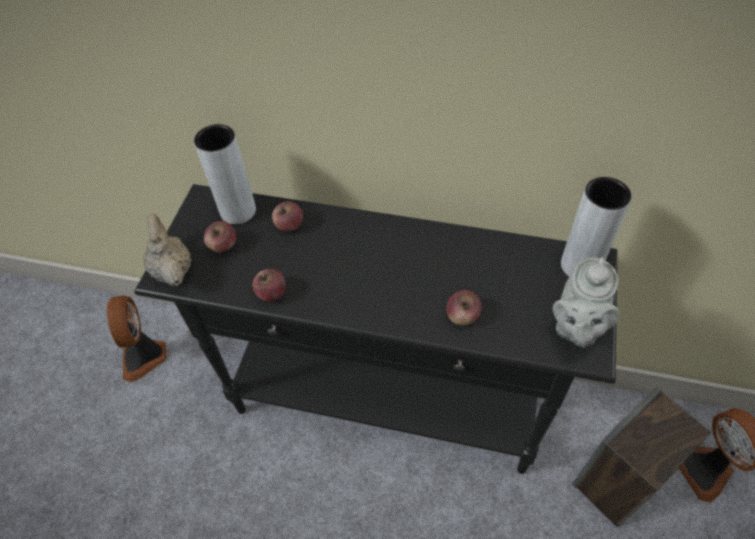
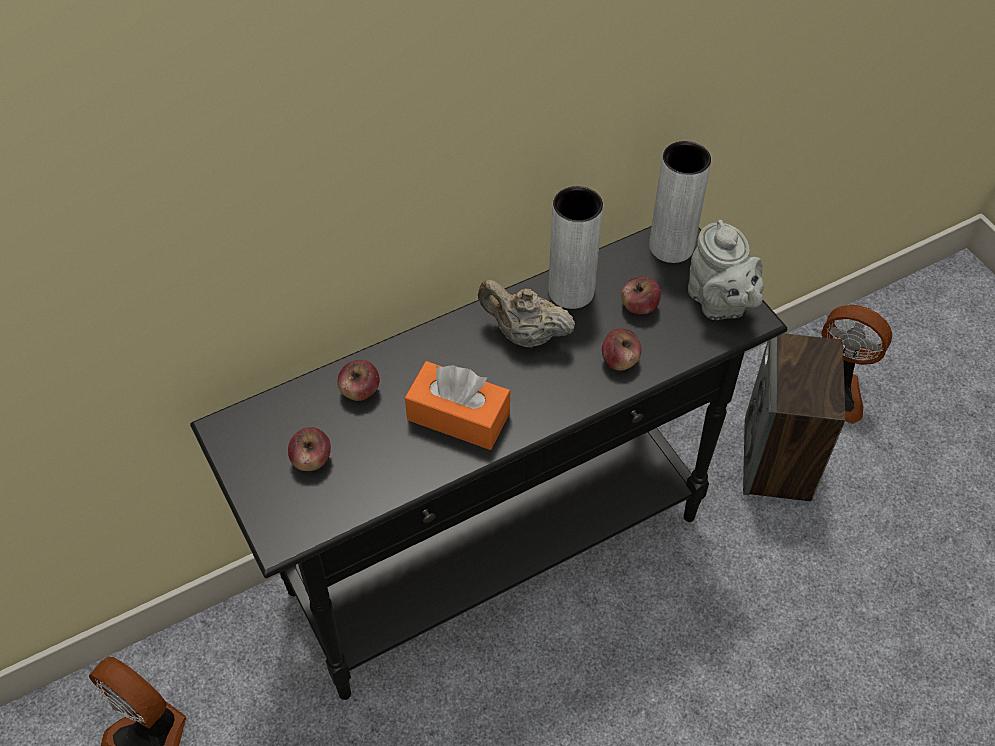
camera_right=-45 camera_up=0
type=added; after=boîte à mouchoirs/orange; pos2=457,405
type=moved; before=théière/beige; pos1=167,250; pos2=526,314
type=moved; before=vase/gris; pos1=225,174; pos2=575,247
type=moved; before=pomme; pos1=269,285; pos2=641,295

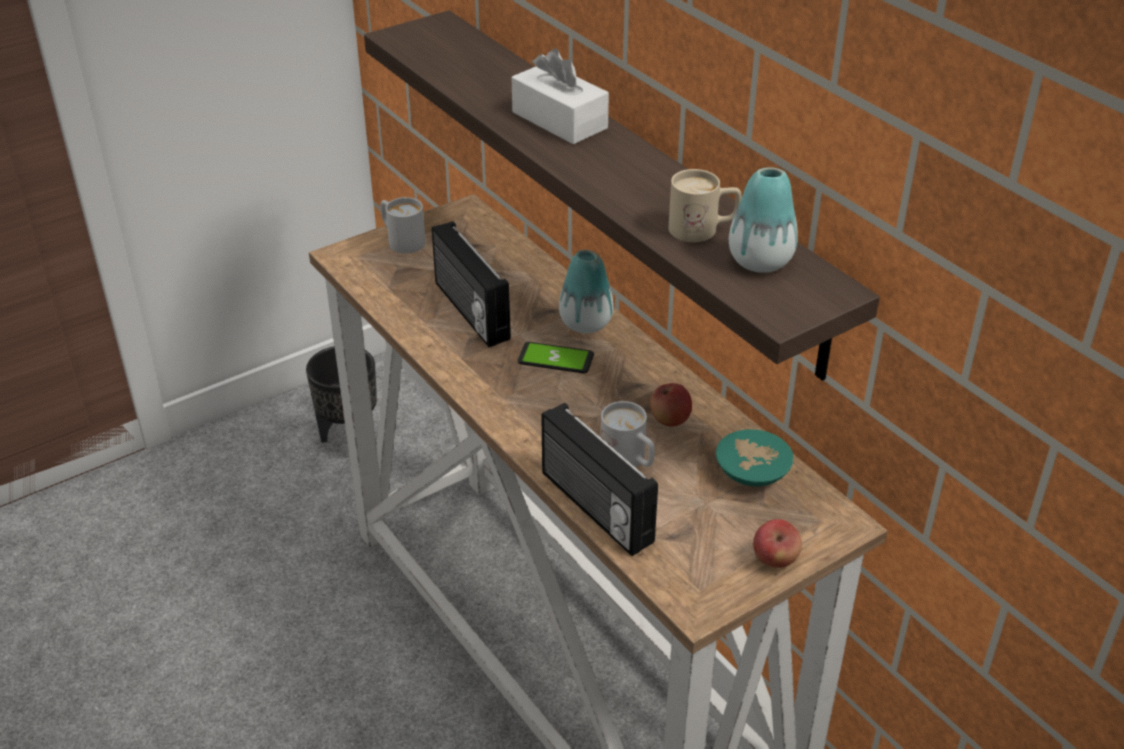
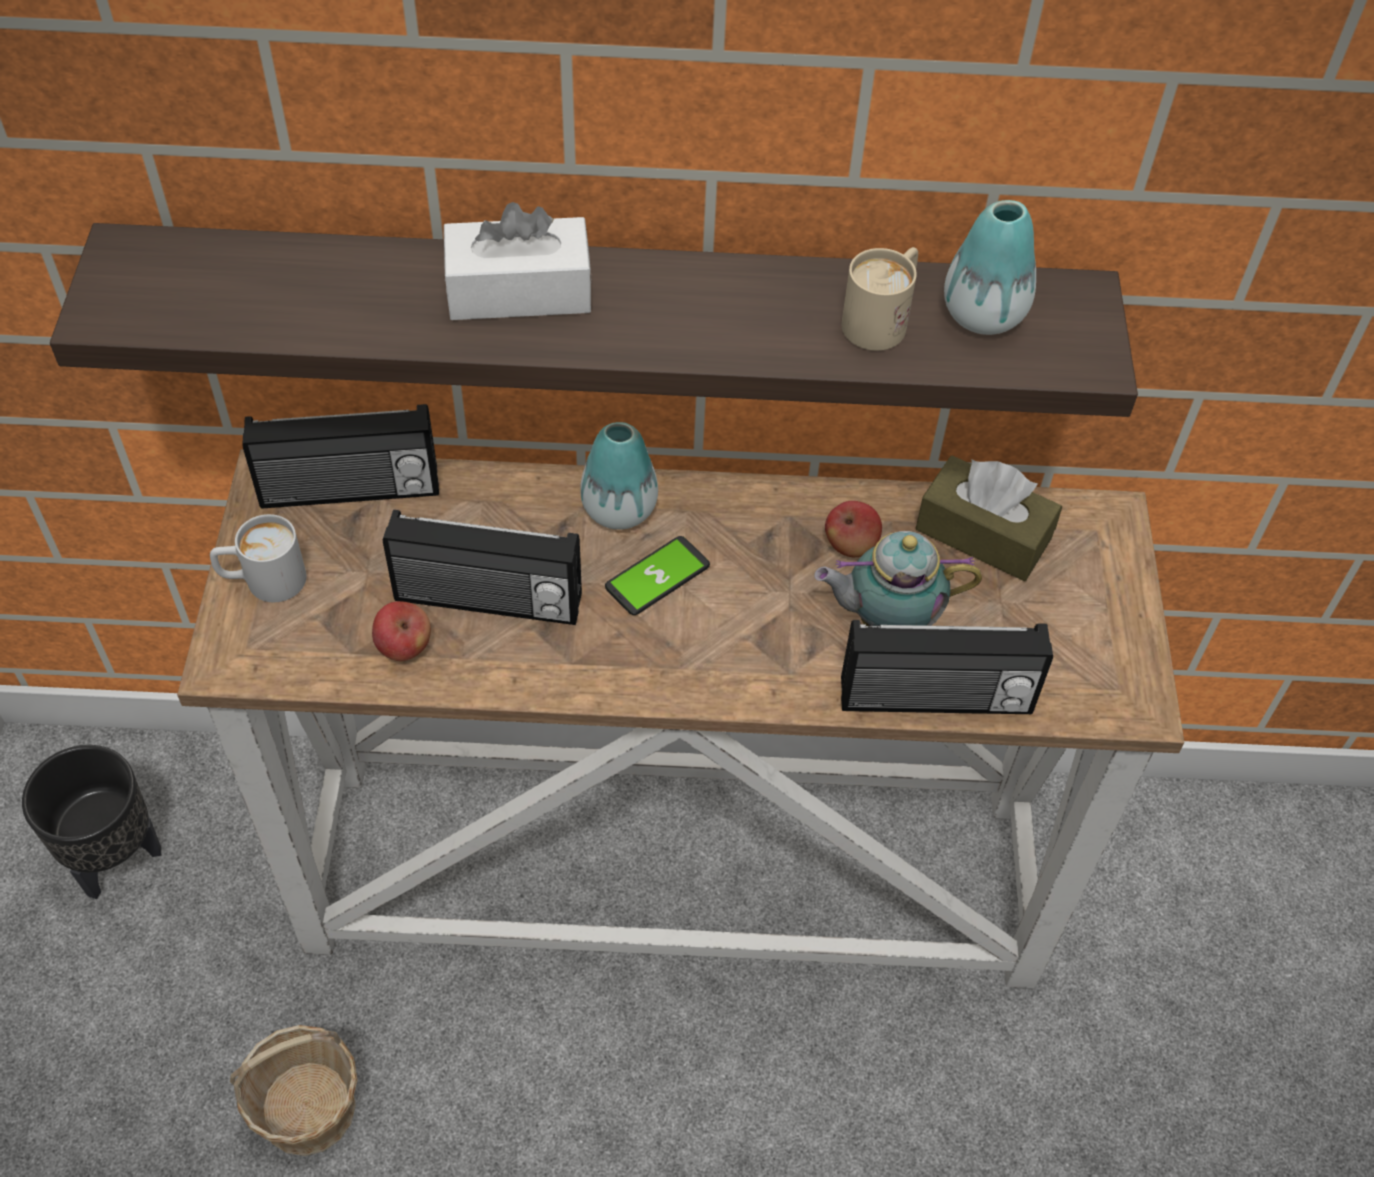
camera_right=-55 camera_up=15
type=added; after=panier; pos2=294,1090
type=added; after=radio; pos2=340,456
type=moved; before=pomme; pos1=777,543; pos2=401,631
type=replaced; before=mug/blanc; after=théière; pos1=628,434; pos2=898,579
type=replaced; before=bol/turquoise; after=boîte à mouchoirs/marron; pos1=755,458; pos2=989,518

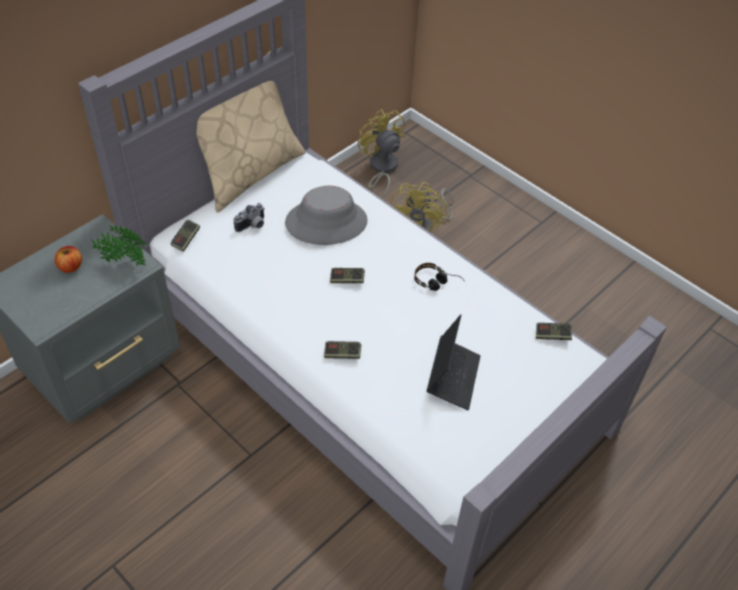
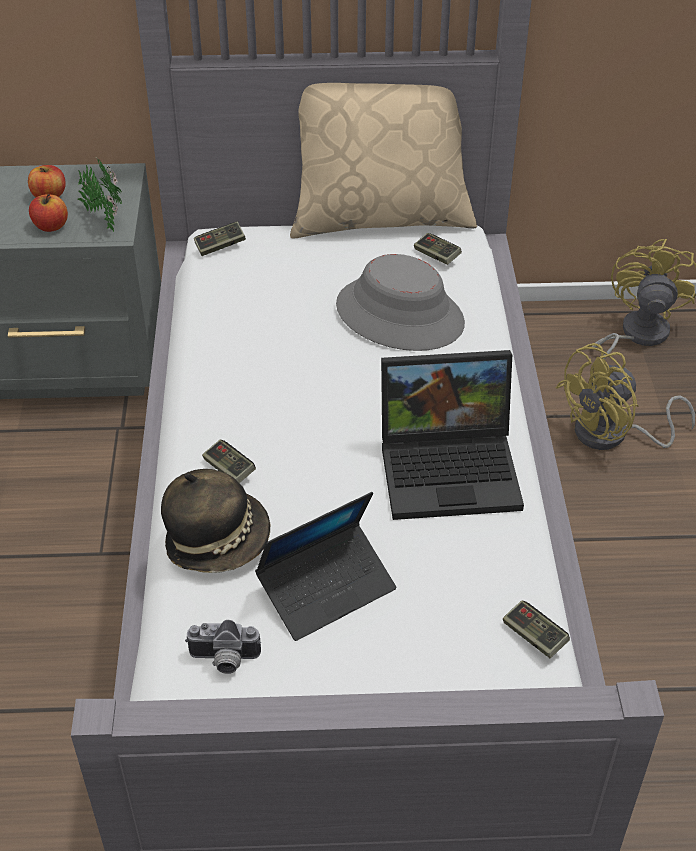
camera_right=45 camera_up=-5
type=added; after=pomme; pos2=48,213
type=added; after=chapeau; pos2=215,521
type=moved; before=appareil photo; pos1=249,217; pos2=223,647
type=replaced; before=casque audio; after=ordinateur portable; pos1=439,277; pos2=452,435
type=moved; before=manette; pos1=347,275; pos2=438,249

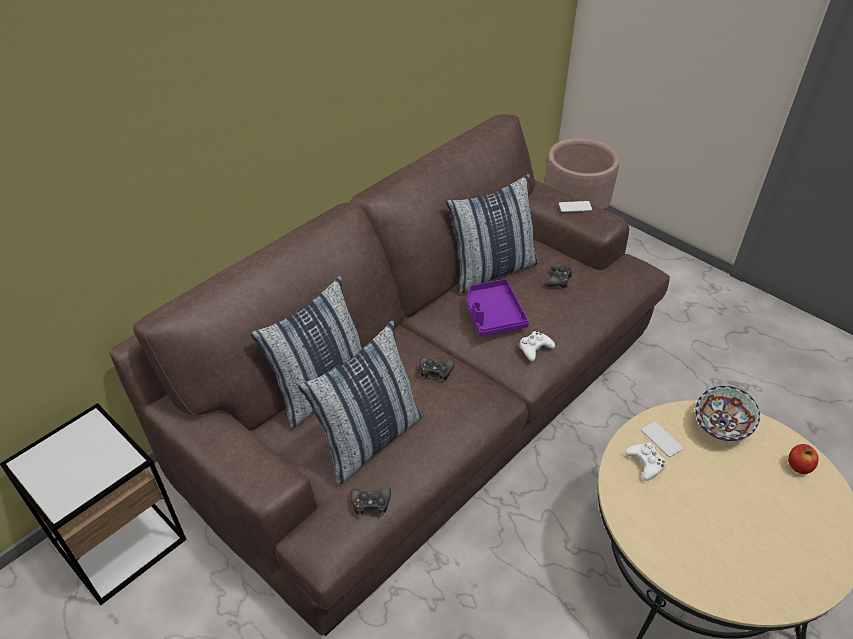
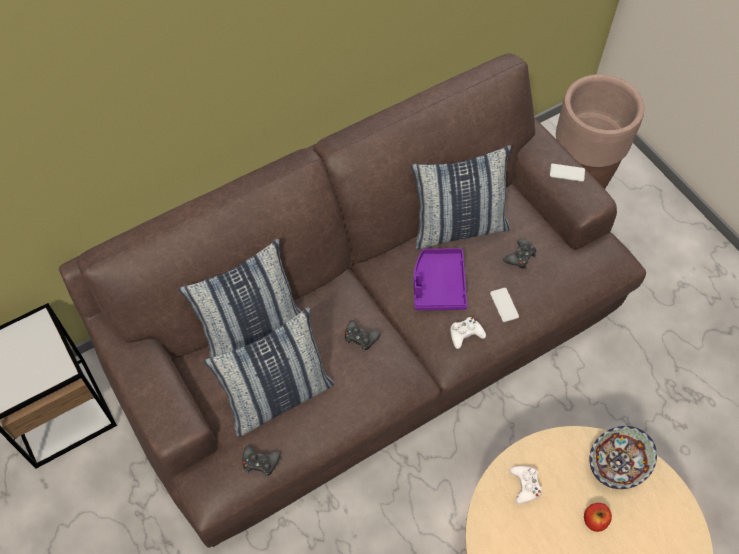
camera_right=15 camera_up=15
type=moved; before=téléphone; pos1=662,439; pos2=504,305
type=moved; before=pomme; pos1=803,459; pos2=598,517

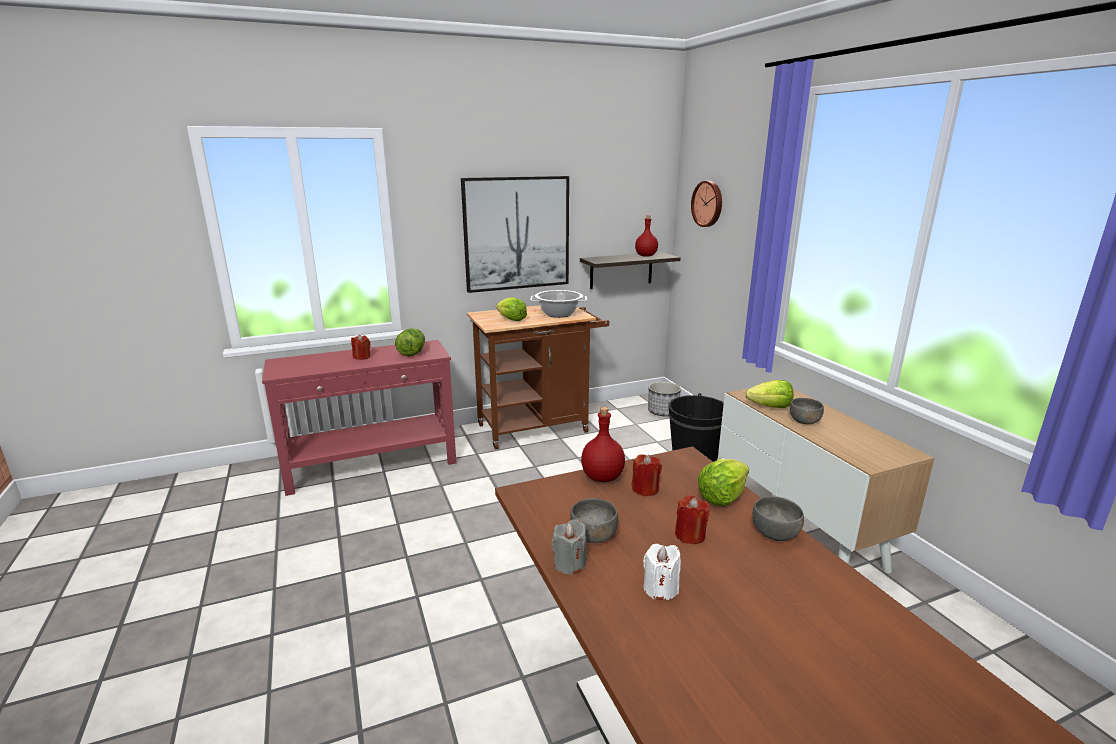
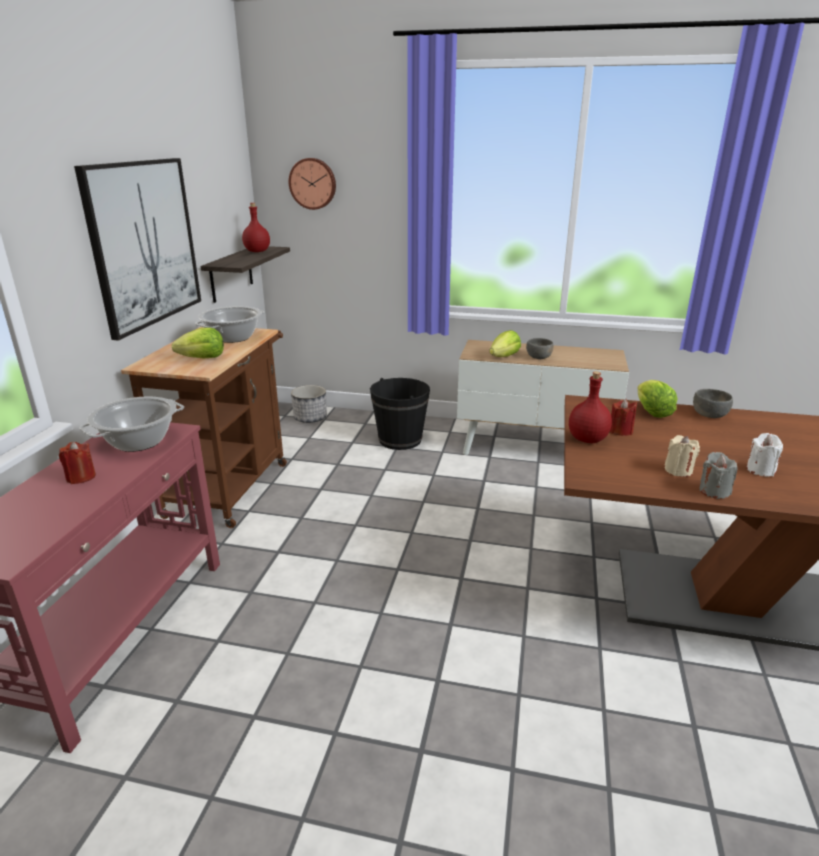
camera_right=-55 camera_up=5
type=replaced; before=laitue; after=marmite; pos1=410,342; pos2=131,424
type=replaced; before=bol/gris; after=bougie/beige; pos1=594,520; pos2=682,456
type=removed; before=bougie/rouge; pos1=692,519

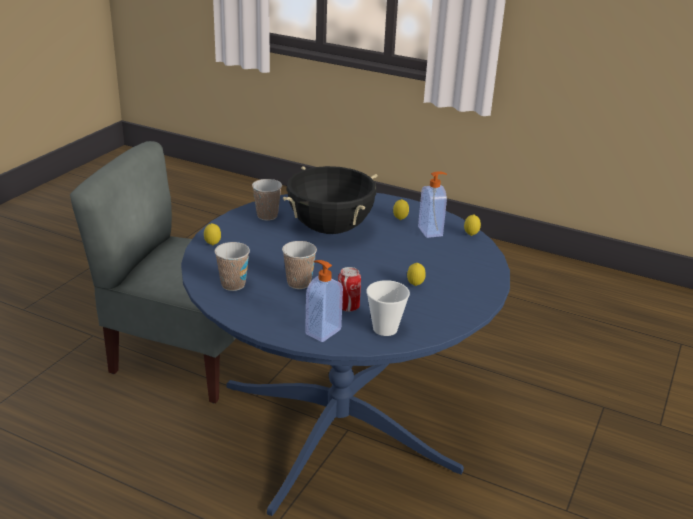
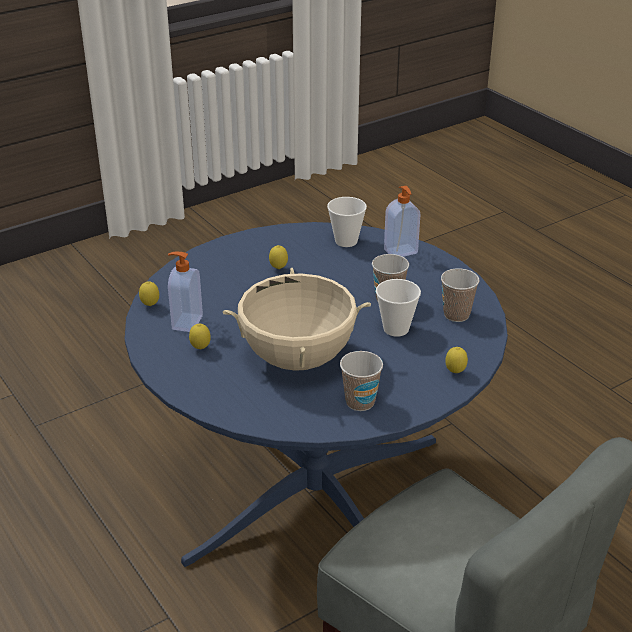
camera_right=-150 camera_up=5
type=recoloured; before=marmite/noir; after=marmite/beige; pos1=330,200; pos2=297,319
type=added; after=tasse; pos2=398,308
type=removed; before=boîte métallique; pos1=349,289

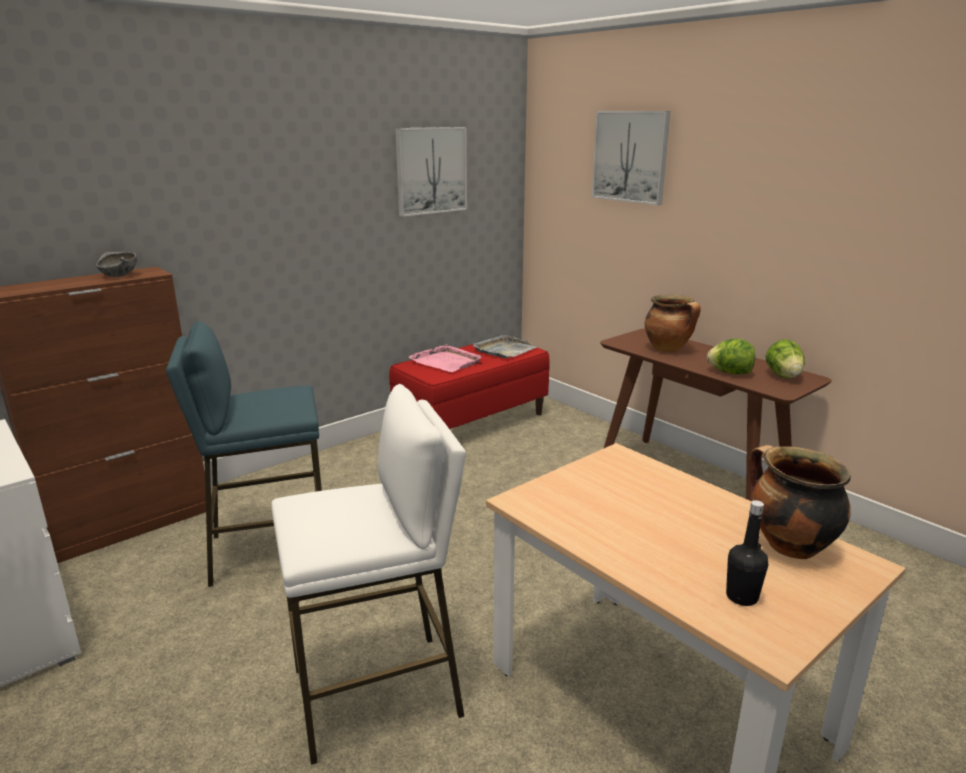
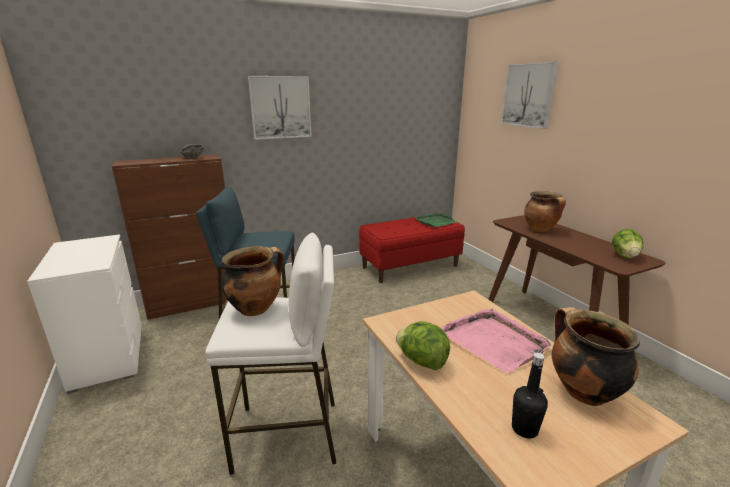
camera_right=15 camera_up=0
type=added; after=marmite; pos2=253,281
type=moved; before=tableau; pos1=431,172; pos2=280,108
type=moved; before=laitue; pos1=731,356; pos2=423,345
type=recoloured; before=plateau/gris; after=plateau/vert; pos1=504,346; pos2=435,220
type=moved; before=plateau/rose; pos1=445,358; pos2=496,340

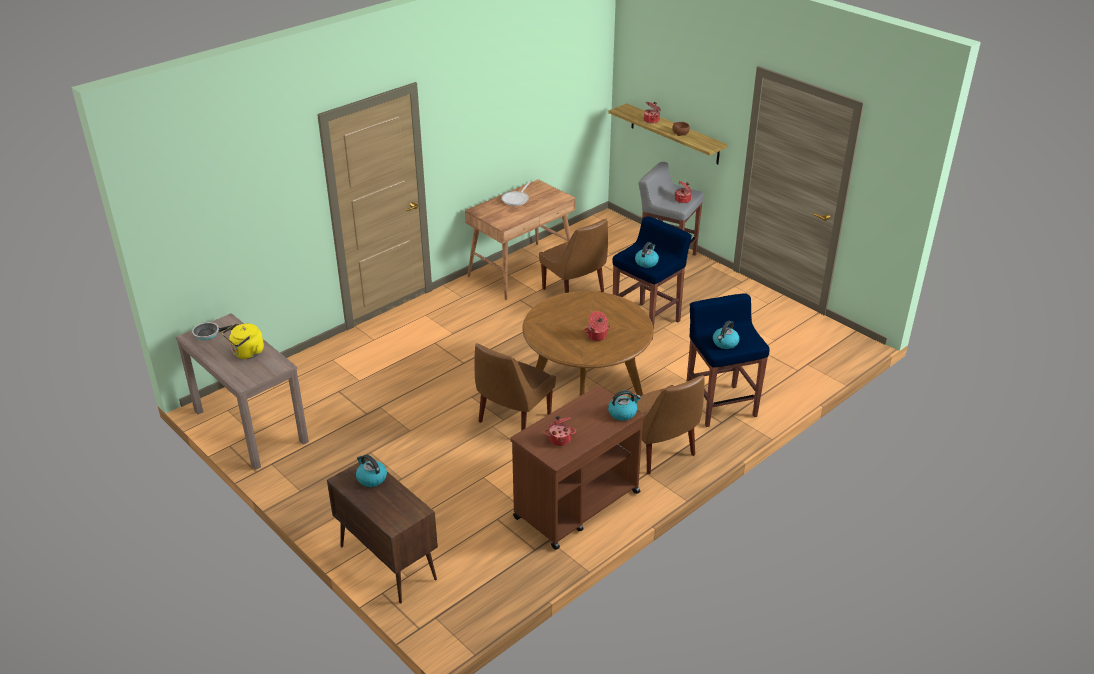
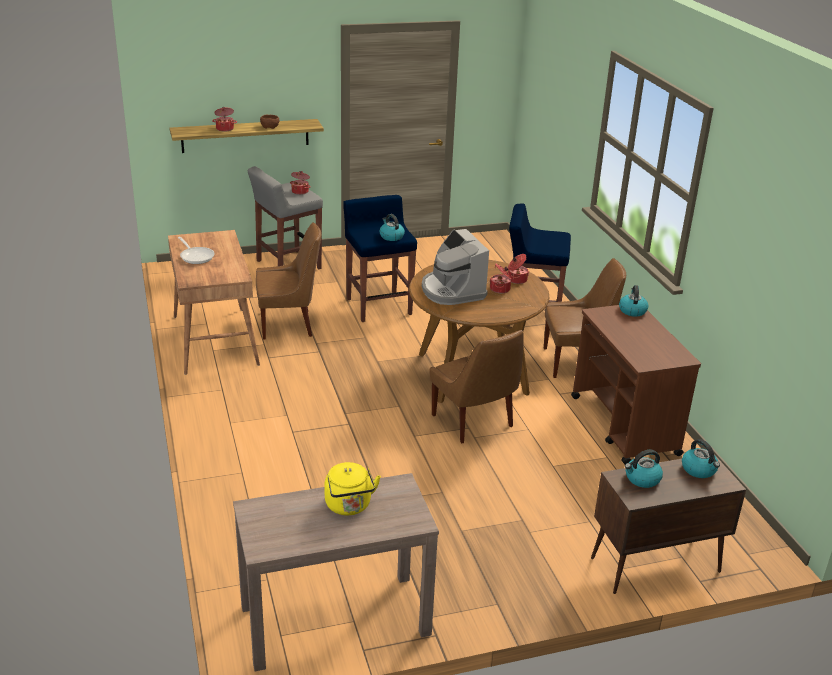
camera_right=-65 camera_up=-5
type=added; after=machine à café; pos2=455,267
type=moved; before=marmite; pos1=560,431; pos2=518,269
type=moved; before=bouilloire; pos1=726,335; pos2=701,458
type=removed; before=poêle; pos1=215,331

